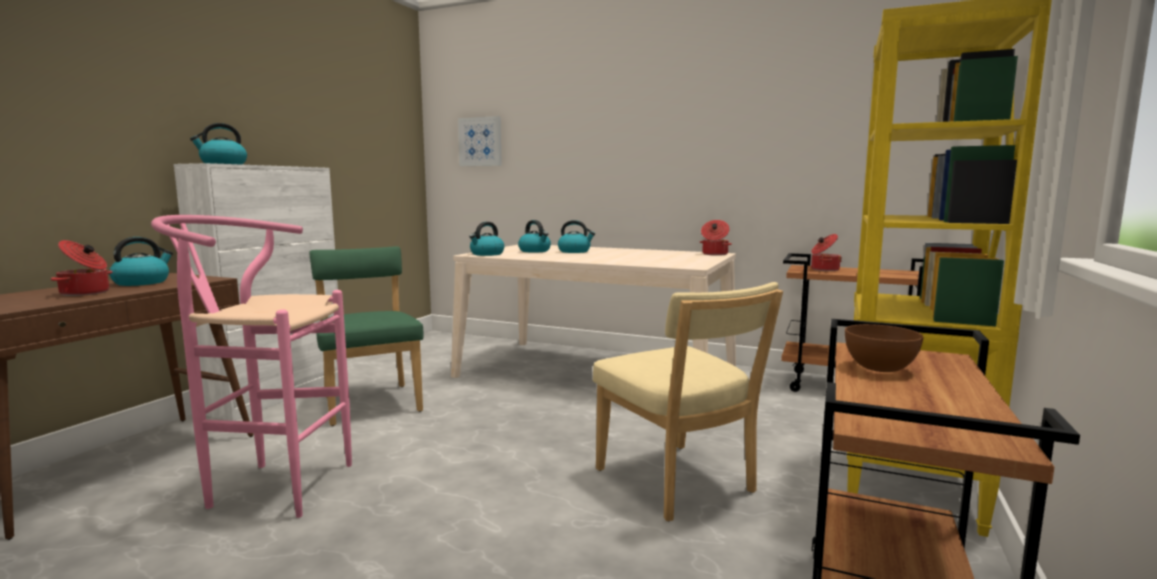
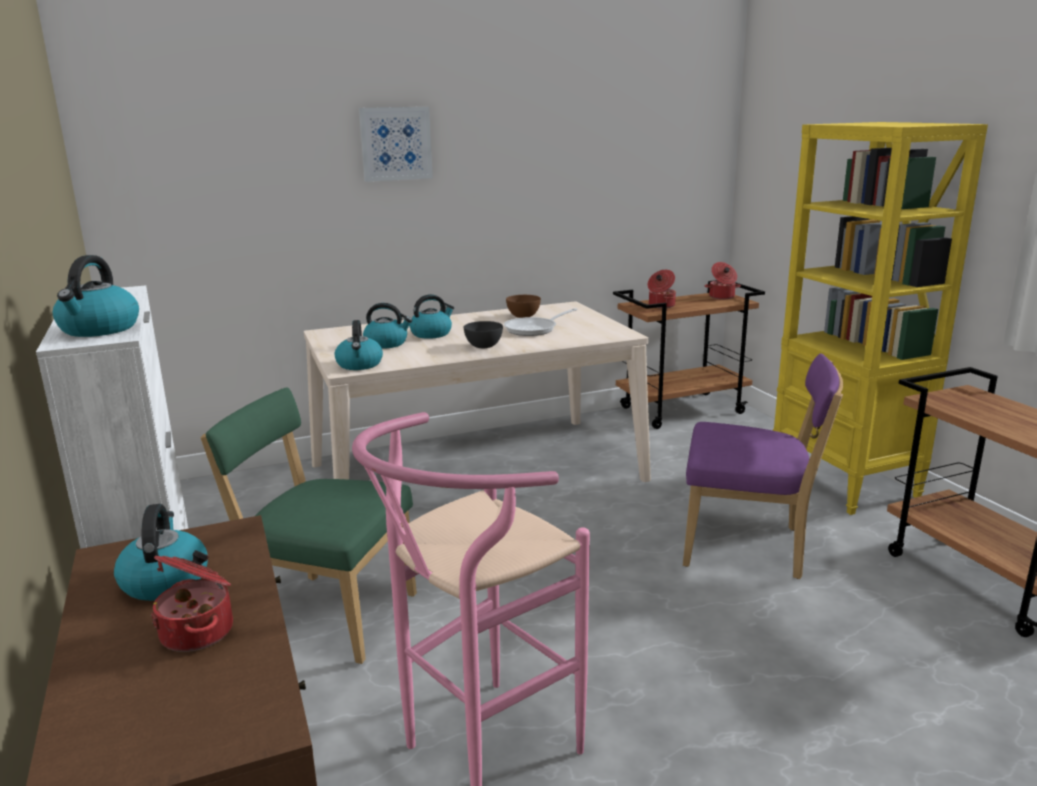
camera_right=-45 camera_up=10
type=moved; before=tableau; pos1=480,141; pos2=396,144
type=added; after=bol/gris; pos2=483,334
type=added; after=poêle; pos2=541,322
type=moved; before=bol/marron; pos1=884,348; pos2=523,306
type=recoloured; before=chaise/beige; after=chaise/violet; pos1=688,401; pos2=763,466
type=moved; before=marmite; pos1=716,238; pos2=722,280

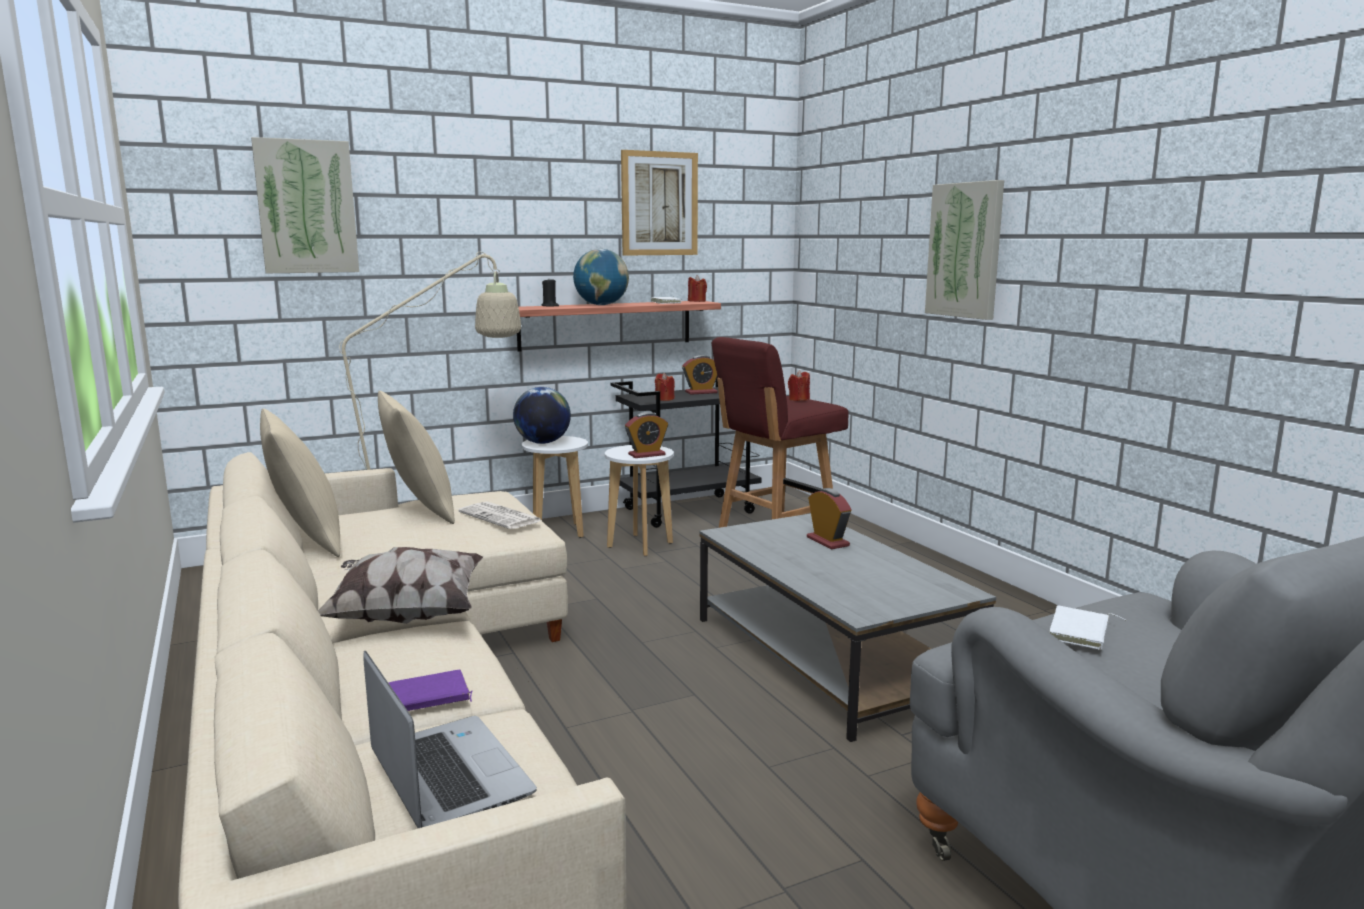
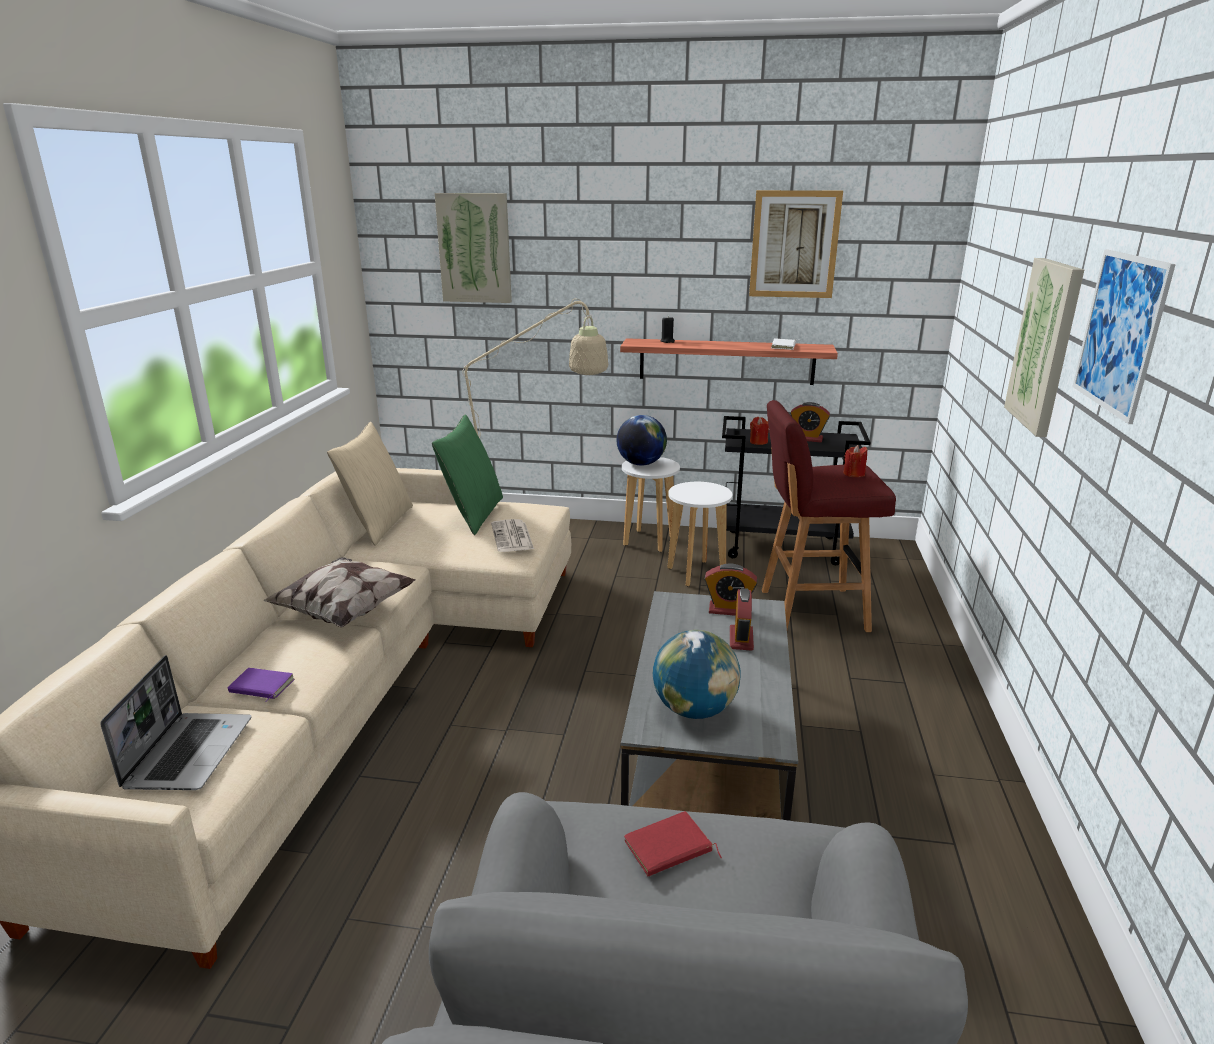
camera_right=35 camera_up=10
type=recoloured; before=coussin/beige; after=coussin/vert; pos1=416,457; pos2=467,474
type=recoloured; before=livre/blanc; after=livre/rouge; pos1=1087,627; pos2=673,843
type=moved; before=globe; pos1=601,277; pos2=697,674
type=moved; before=réveil; pos1=646,435; pos2=730,589
type=added; after=tableau; pos2=1124,337
type=removed; before=bougie/rouge; pos1=697,288

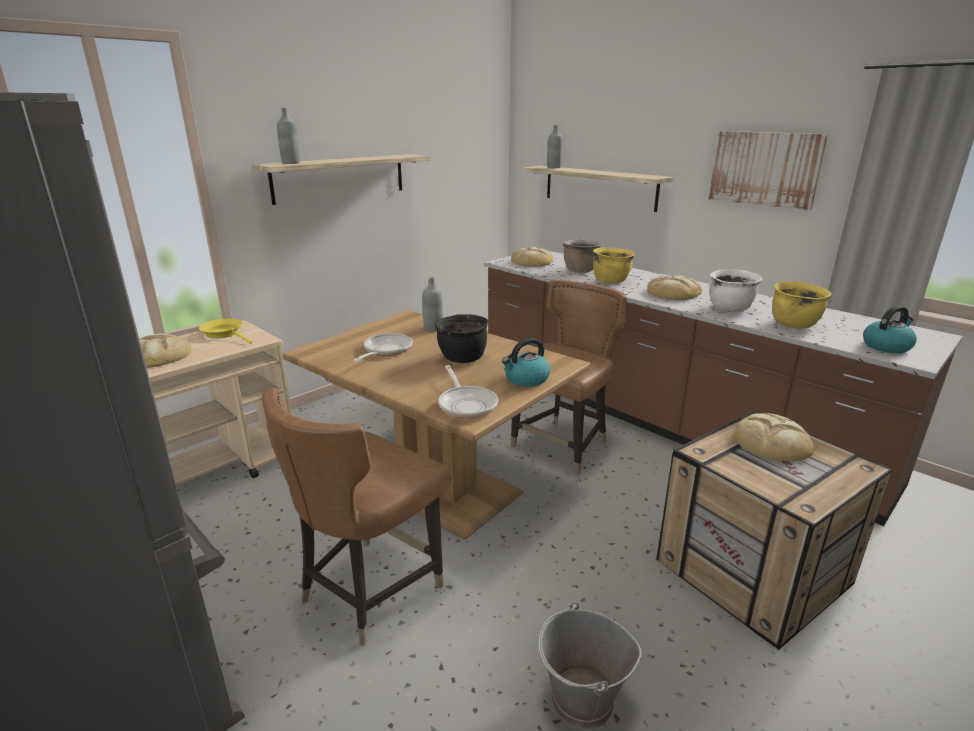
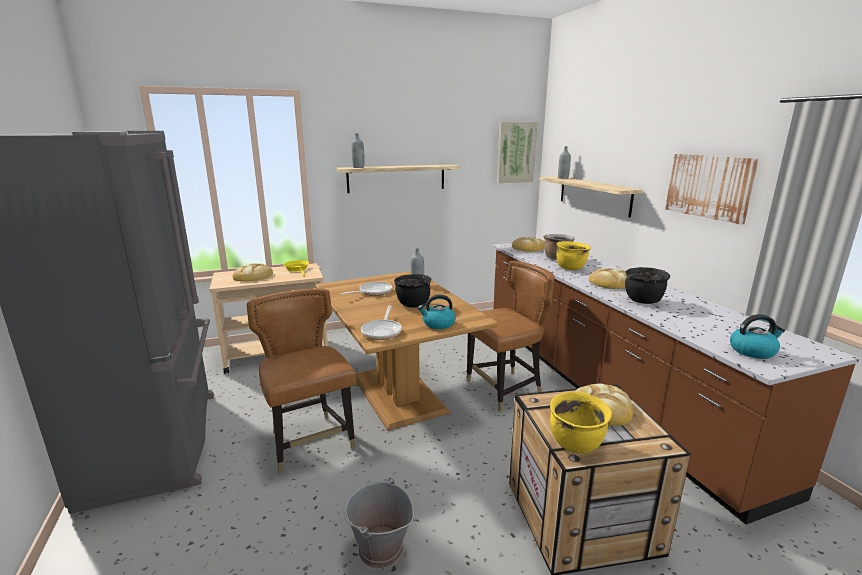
camera_right=25 camera_up=-5
type=turned; before=chaise/marron; pos1=356,517; pos2=301,380; turn=90
type=added; after=tableau; pos2=517,152
type=moved; before=marmite/jaune; pos1=802,305; pos2=581,423
type=recoloured; before=marmite/blanc; after=marmite/noir; pos1=735,290; pos2=647,285

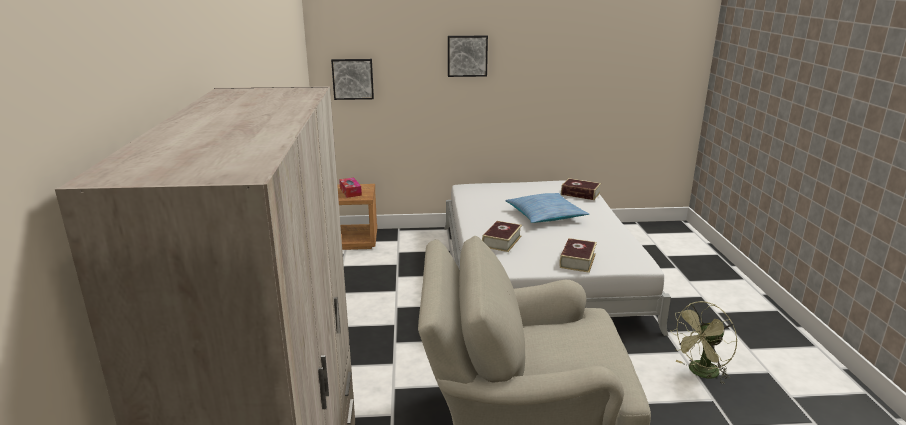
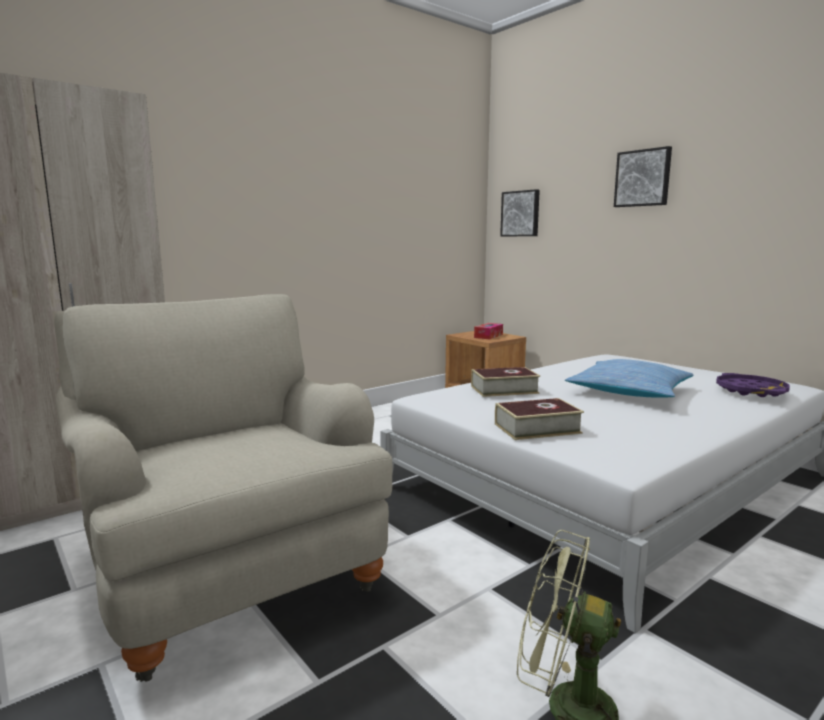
camera_right=55 camera_up=-10
type=replaced; before=livre; after=plateau/violet; pos1=581,189; pos2=753,385

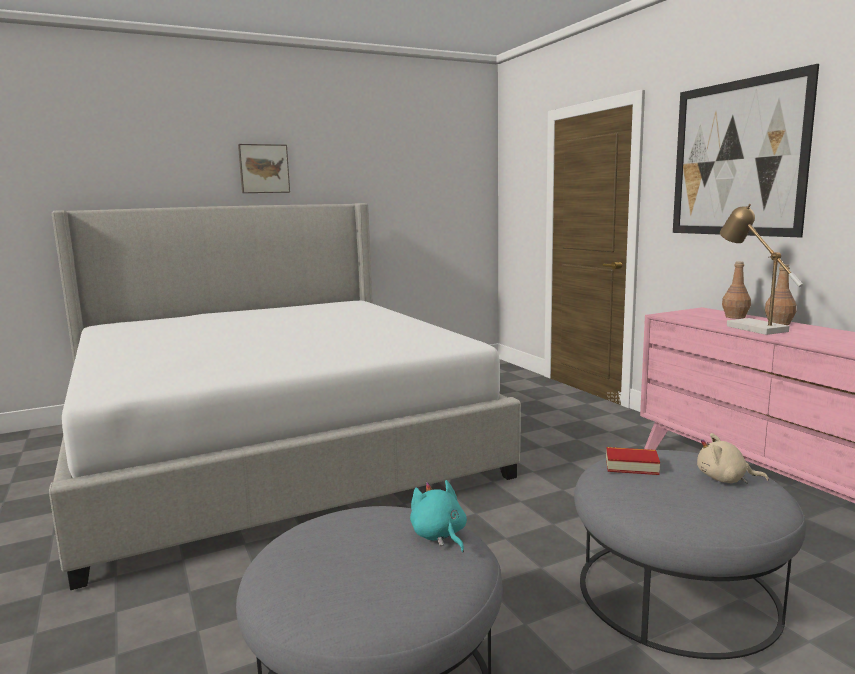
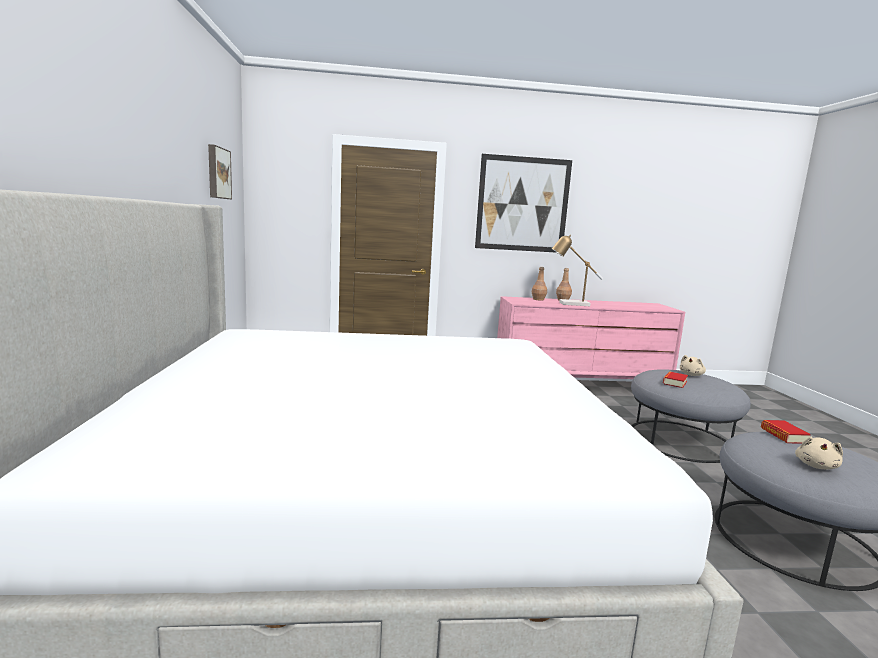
camera_right=-70 camera_up=0
type=moved; before=tableau; pos1=264,168; pos2=220,171
type=replaced; before=peluche/turquoise; after=livre; pos1=438,516; pos2=786,432
type=added; after=peluche/beige; pos2=819,452

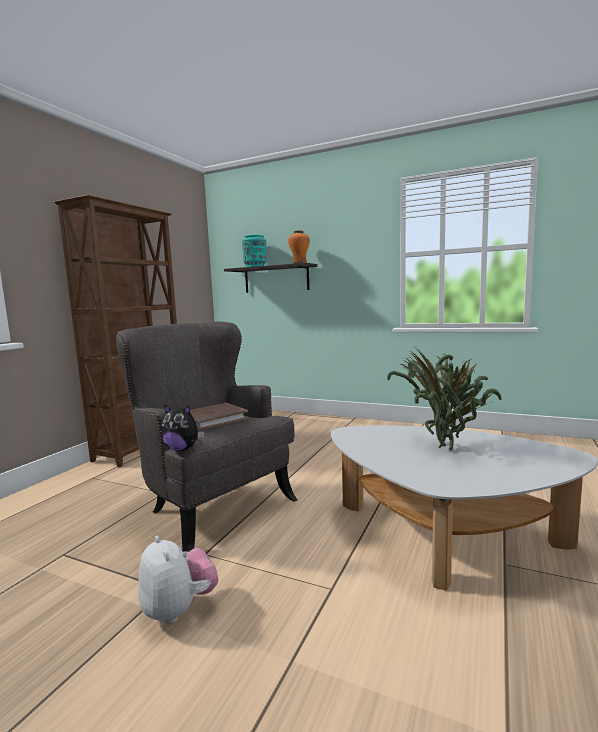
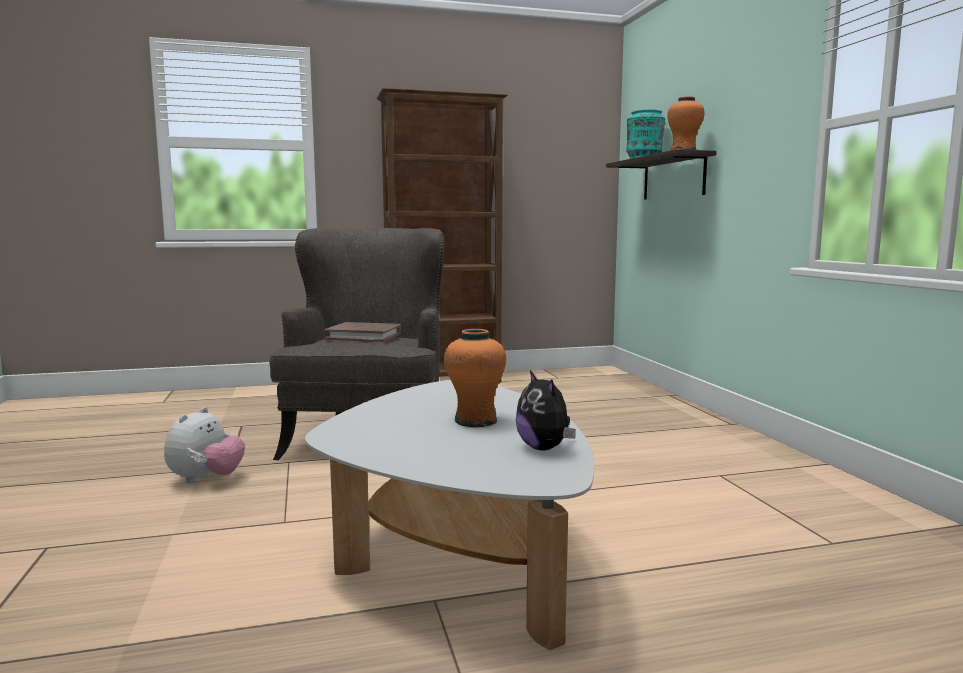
camera_right=50 camera_up=0
type=replaced; before=plante en pot; after=vase/orange; pos1=444,398; pos2=475,378
type=moved; before=peluche; pos1=183,427; pos2=546,410

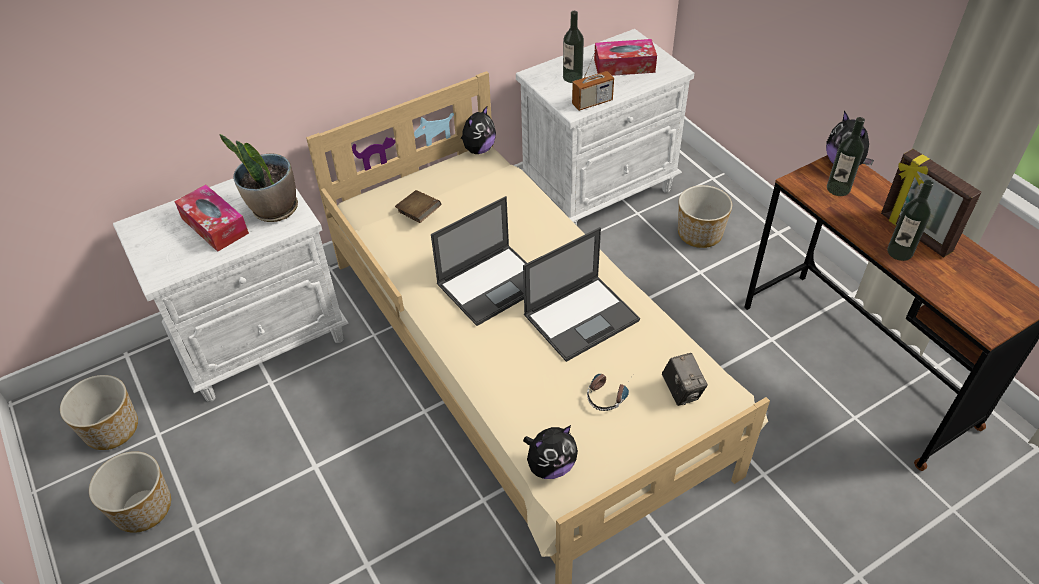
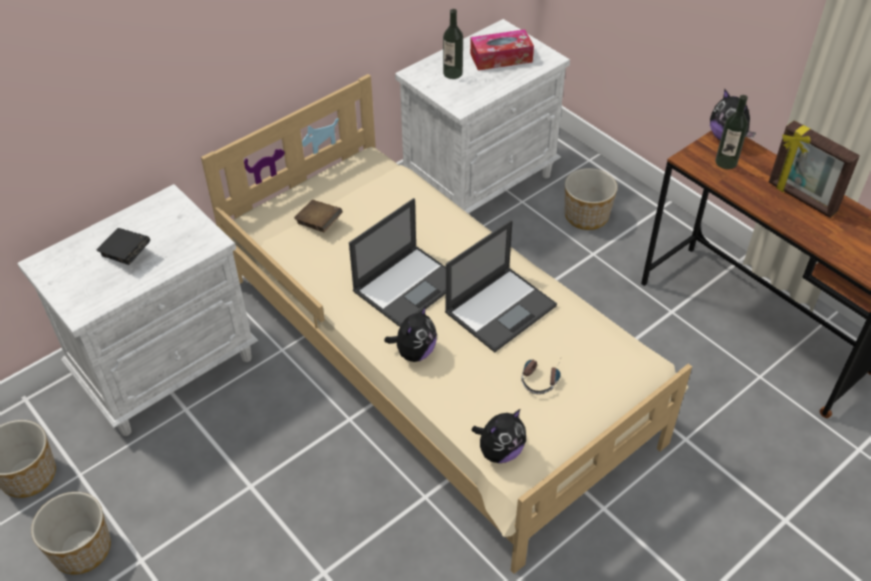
camera_right=-10 camera_up=0
type=replaced; before=boîte à mouchoirs; after=livre/noir; pos1=211,218; pos2=123,246
type=moved; before=peluche; pos1=478,130; pos2=410,333
type=removed; before=plante en pot; pos1=259,178
type=removed; before=radio; pos1=593,79
type=removed; before=appareil photo; pos1=685,379
type=removed; before=bouteille; pos1=910,220

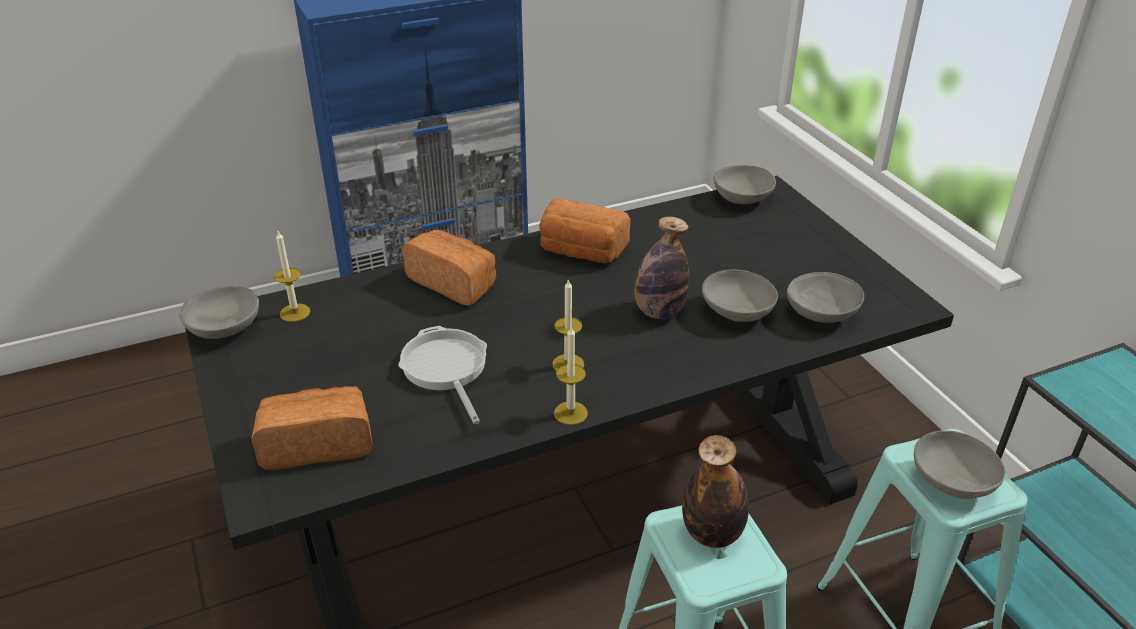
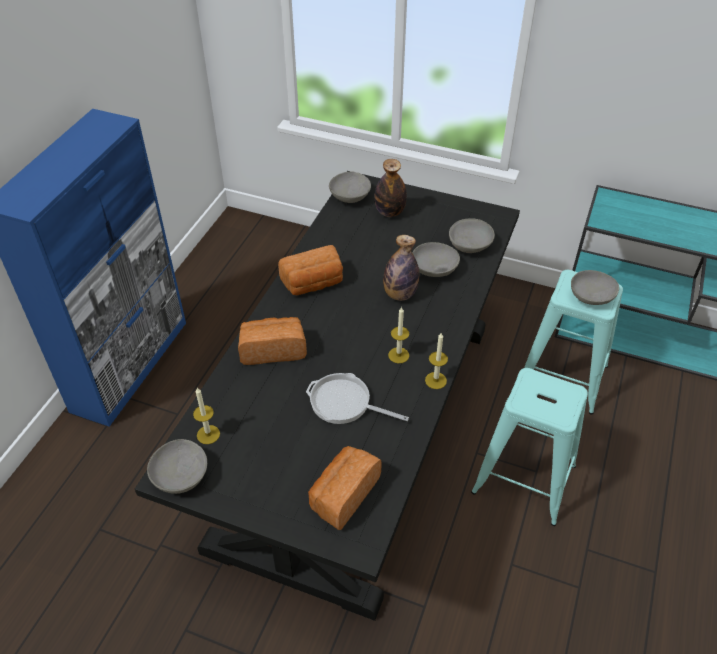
camera_right=-45 camera_up=10
type=moved; before=bouteille; pos1=715,491; pos2=391,188

